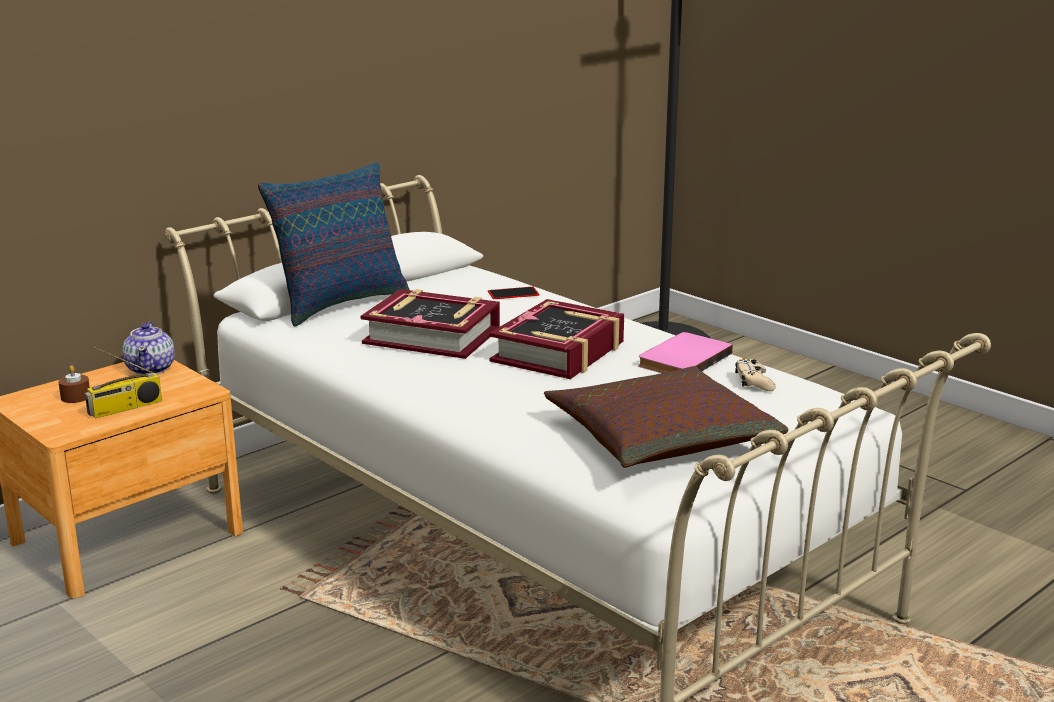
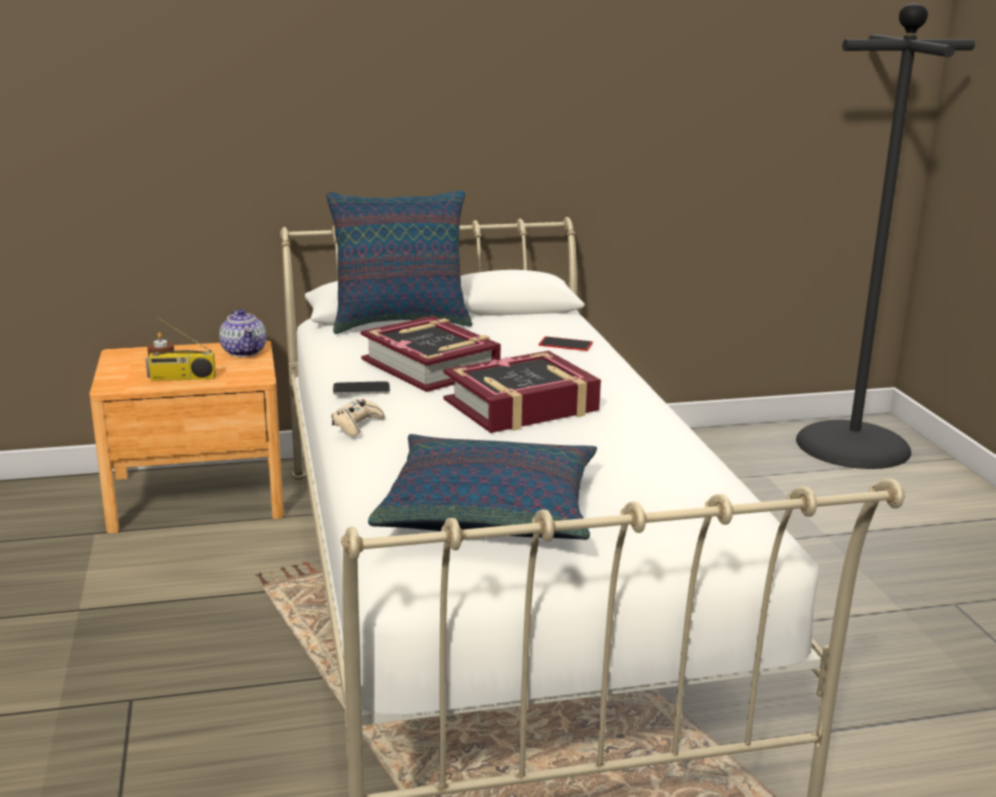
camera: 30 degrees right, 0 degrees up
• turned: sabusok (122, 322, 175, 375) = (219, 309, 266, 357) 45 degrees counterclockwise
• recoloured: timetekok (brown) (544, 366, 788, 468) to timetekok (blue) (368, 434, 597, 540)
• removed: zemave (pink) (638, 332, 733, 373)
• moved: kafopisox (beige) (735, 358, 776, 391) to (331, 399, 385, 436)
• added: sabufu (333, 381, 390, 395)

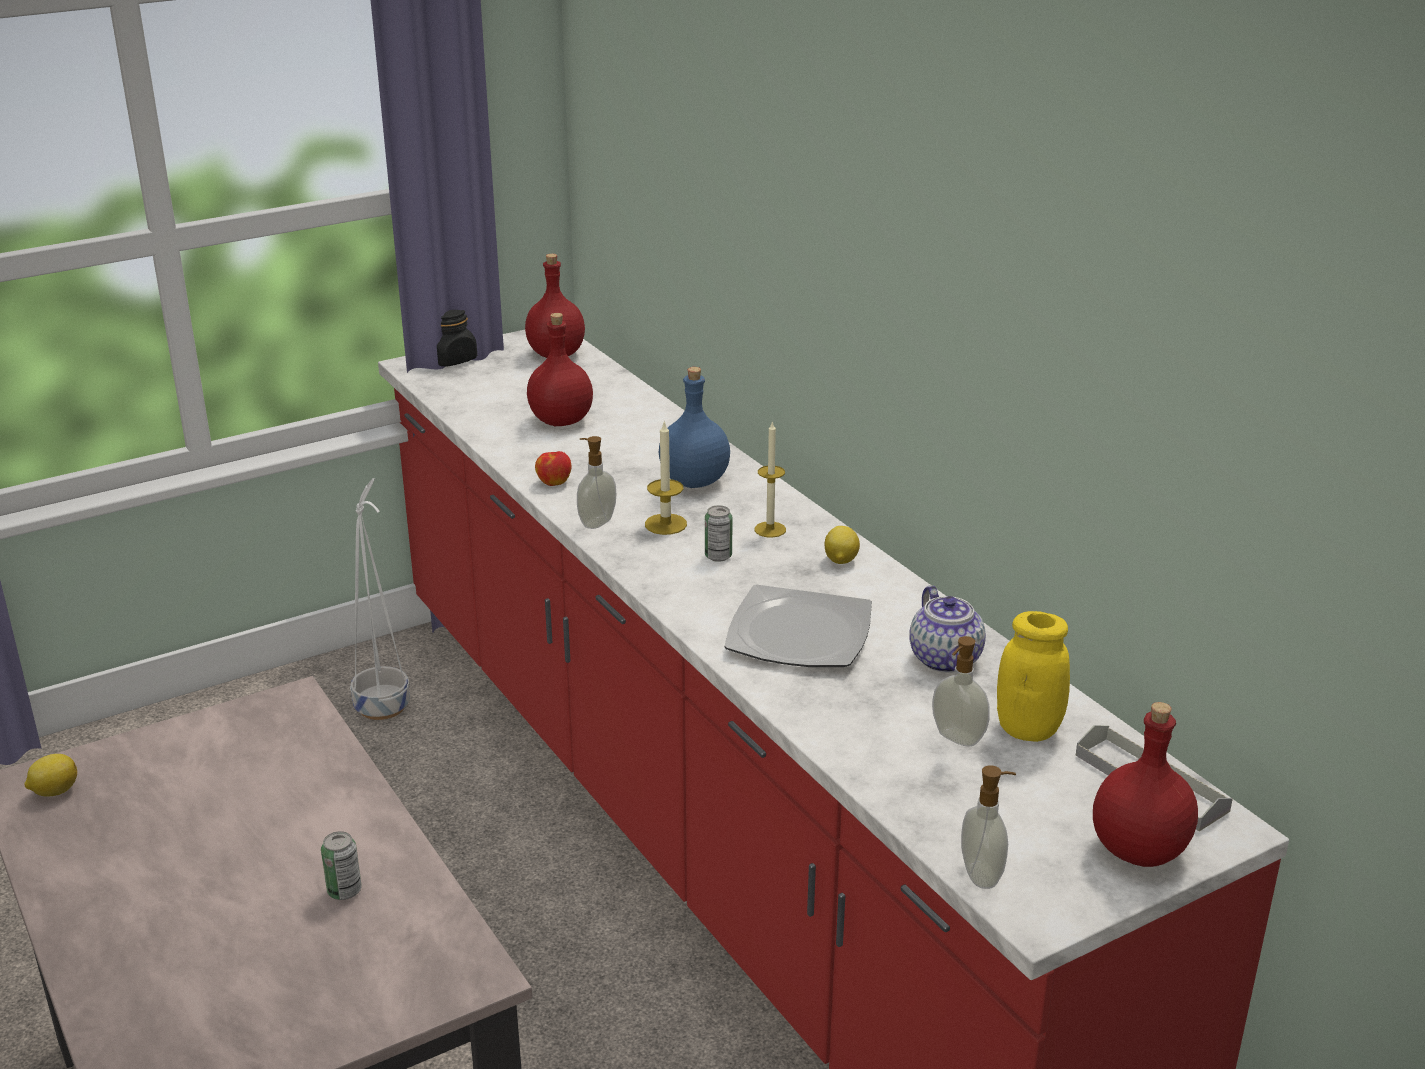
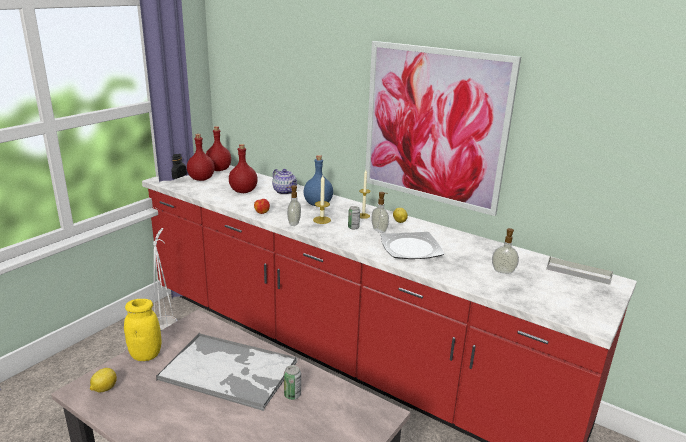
camera: 25 degrees left, 5 degrees down
• moved: sabusok (909, 585, 986, 673) to (272, 169, 297, 195)
• moved: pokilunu (961, 765, 1016, 889) to (371, 192, 389, 233)
• moved: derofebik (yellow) (997, 611, 1070, 742) to (124, 299, 161, 361)
• moved: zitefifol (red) (1093, 702, 1198, 867) to (187, 134, 214, 181)
• added: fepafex (156, 333, 298, 411)
• added: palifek (365, 41, 521, 216)

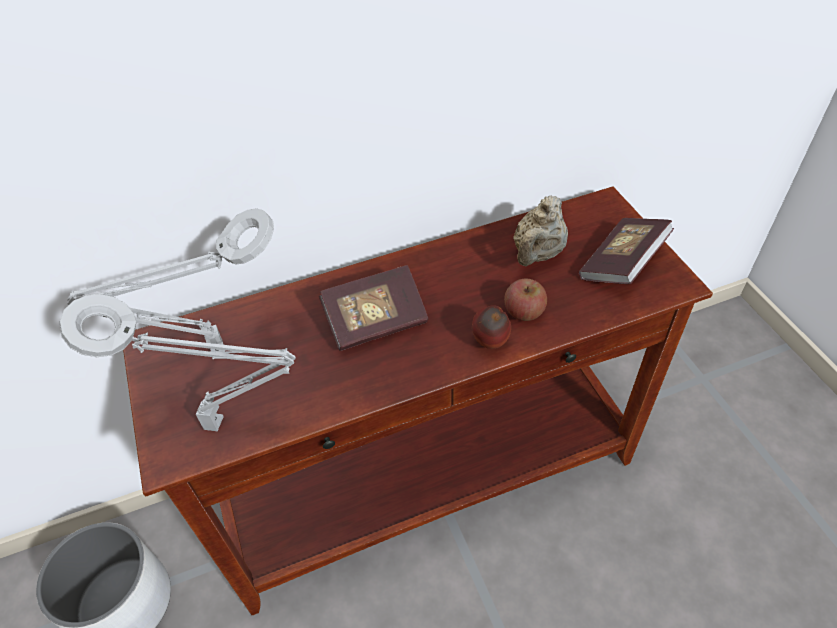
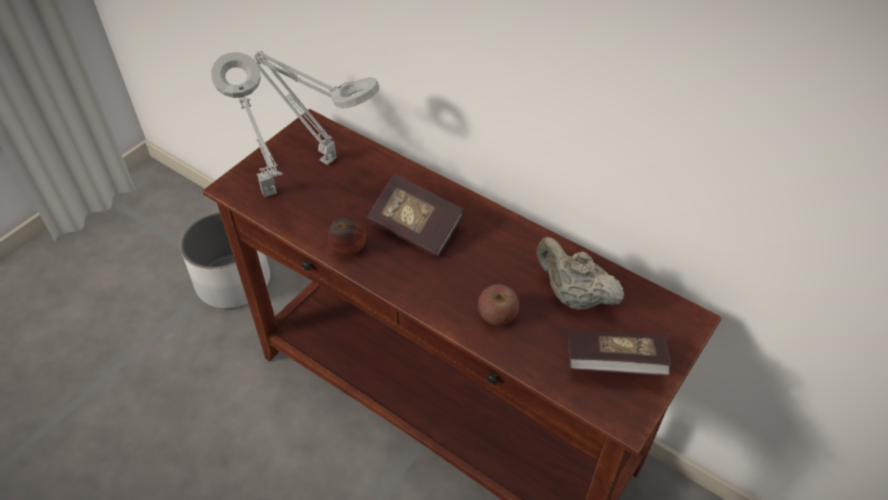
camera: 55 degrees right, 0 degrees up
• moved: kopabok (472, 305, 511, 349) to (328, 218, 366, 255)
• turned: sabusok (beige) (513, 195, 568, 266) = (536, 237, 624, 310) 45 degrees clockwise

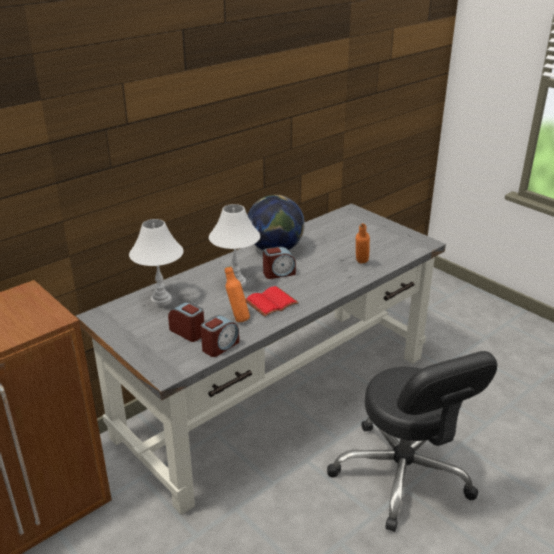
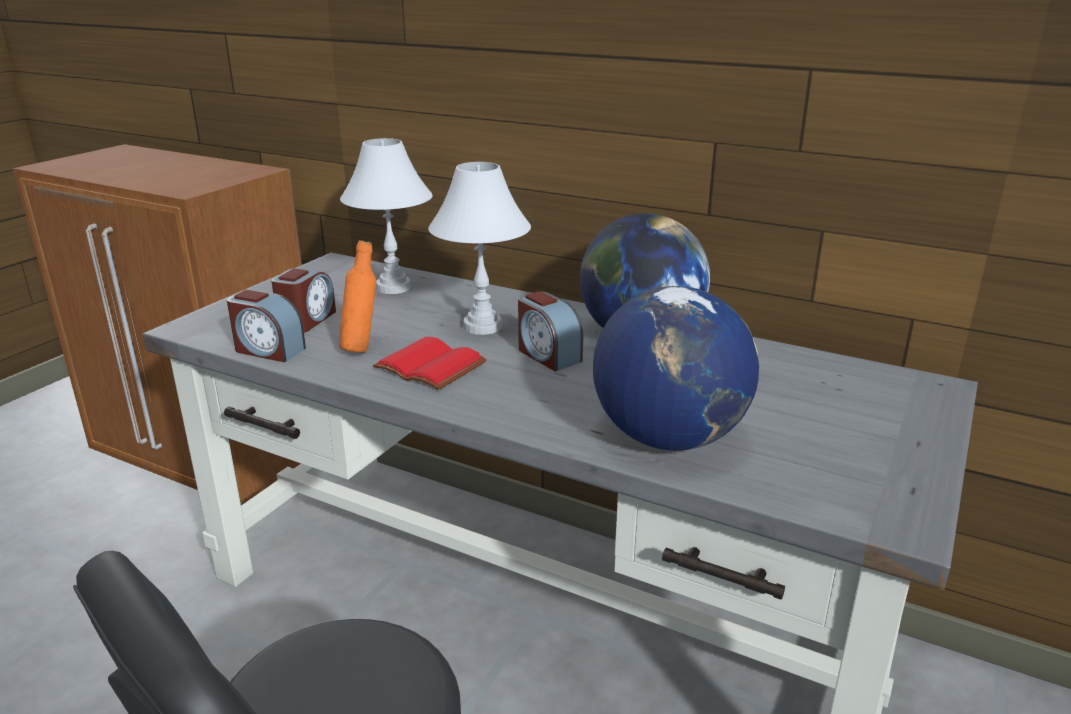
camera: 70 degrees right, 5 degrees down
• replaced: zitefifol (orange) (356, 223, 370, 264) to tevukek (593, 286, 759, 451)

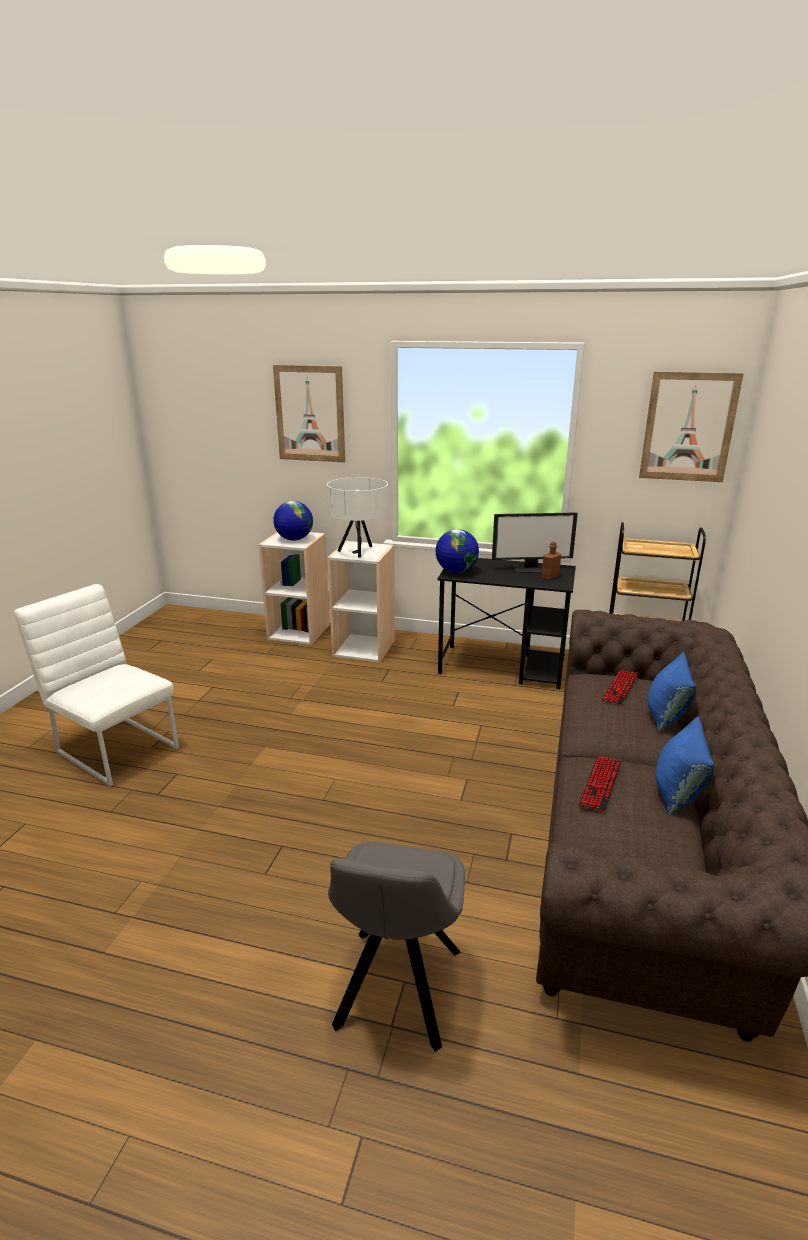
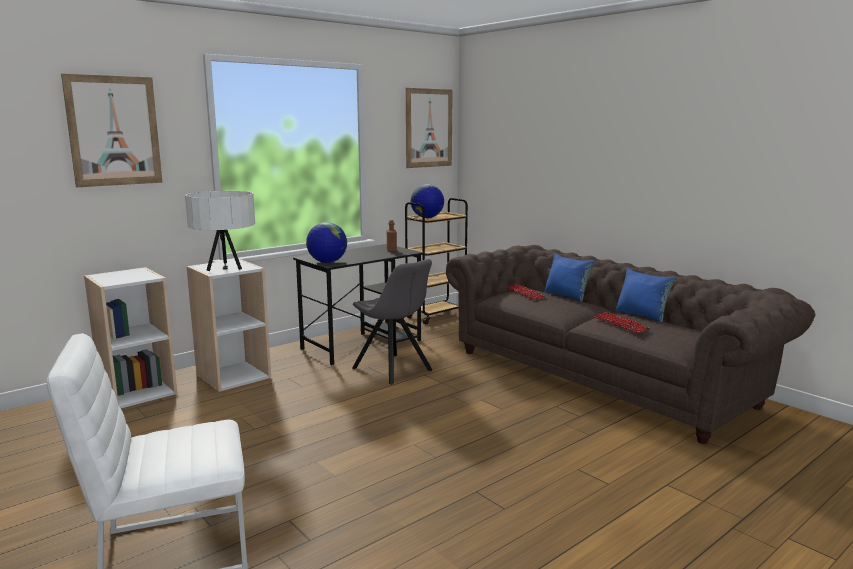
camera: 55 degrees left, 10 degrees down
• moved: tevukek (273, 501, 313, 541) to (411, 184, 444, 218)
• moved: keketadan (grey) (328, 842, 465, 1052) to (352, 259, 432, 385)
• removed: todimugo (492, 512, 578, 573)

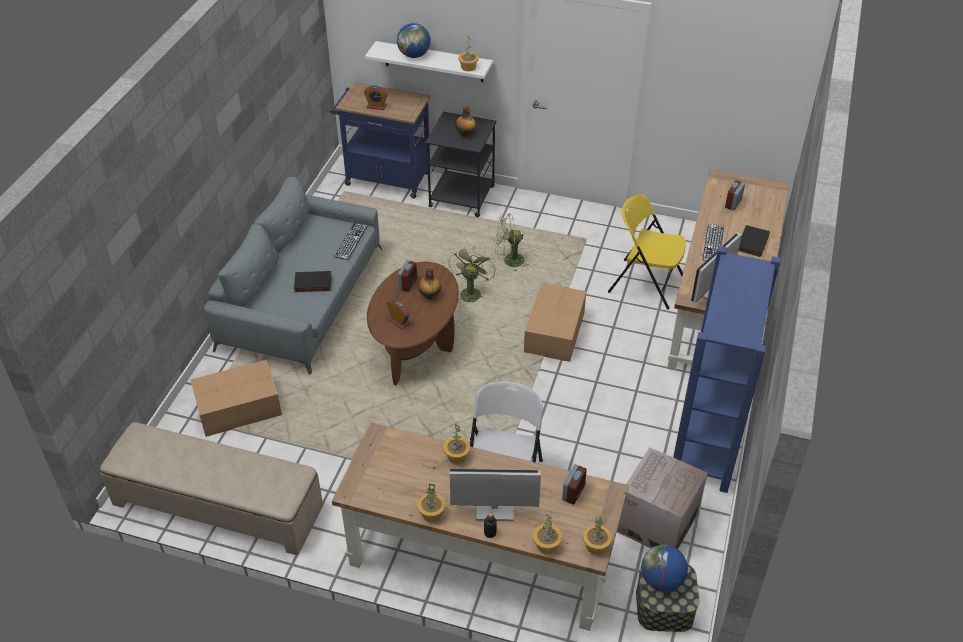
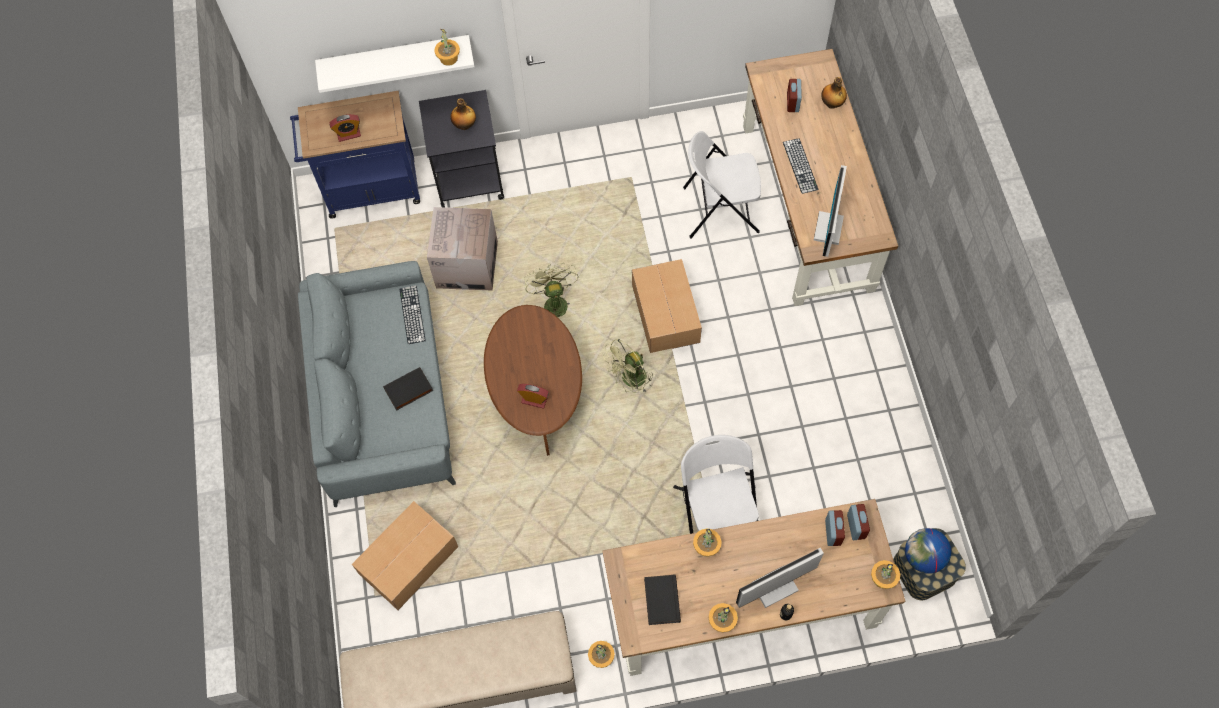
camera: 25 degrees left, 20 degrees up
• removed: tevukek (397, 23, 431, 58)
• moved: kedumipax (398, 260, 417, 292) to (847, 504, 870, 540)
• moved: zitefifol (418, 267, 441, 299) to (821, 77, 847, 109)
• moved: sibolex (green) (494, 214, 529, 272) to (603, 339, 653, 393)
• moved: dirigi (533, 515, 562, 554) to (588, 641, 615, 668)
• recoloured: keketadan (yellow) (608, 195, 686, 310) to keketadan (white) (683, 131, 761, 239)
• moved: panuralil (617, 447, 707, 549) to (427, 207, 498, 291)
• removed: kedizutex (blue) (673, 246, 781, 493)
• moved: zemave (black) (738, 225, 770, 257) to (644, 574, 681, 625)

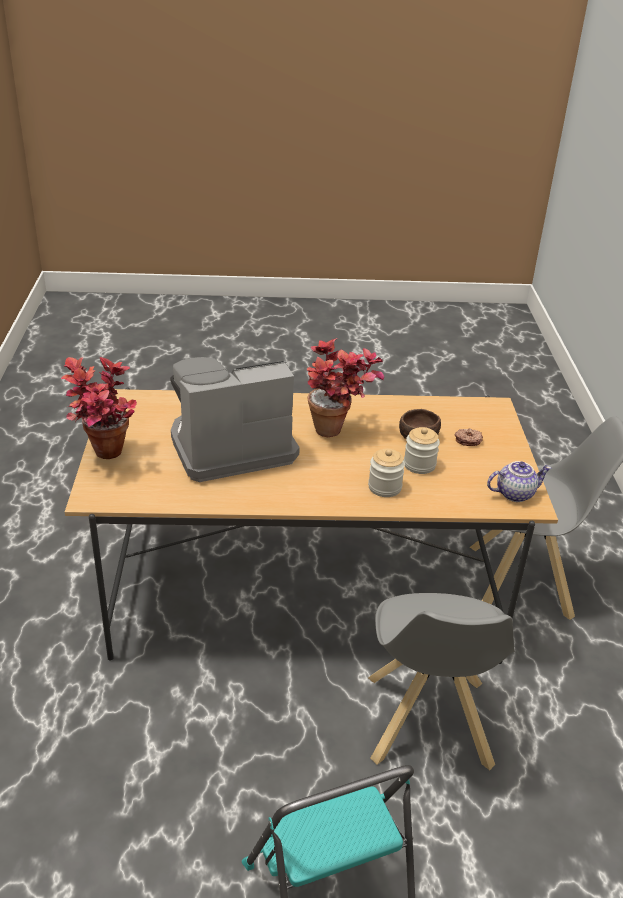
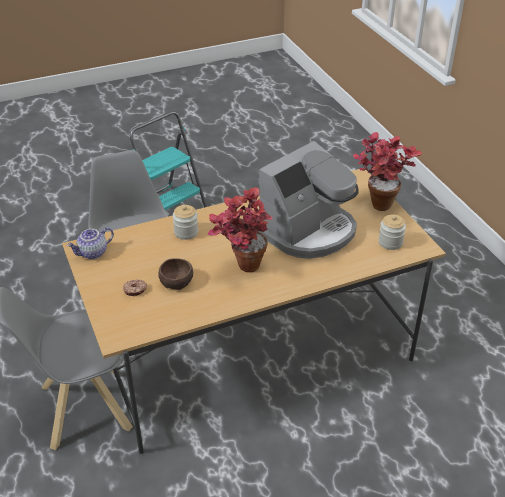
camera: 160 degrees right, 5 degrees up
• moved: derofebik (404, 427, 440, 474) to (378, 215, 406, 250)

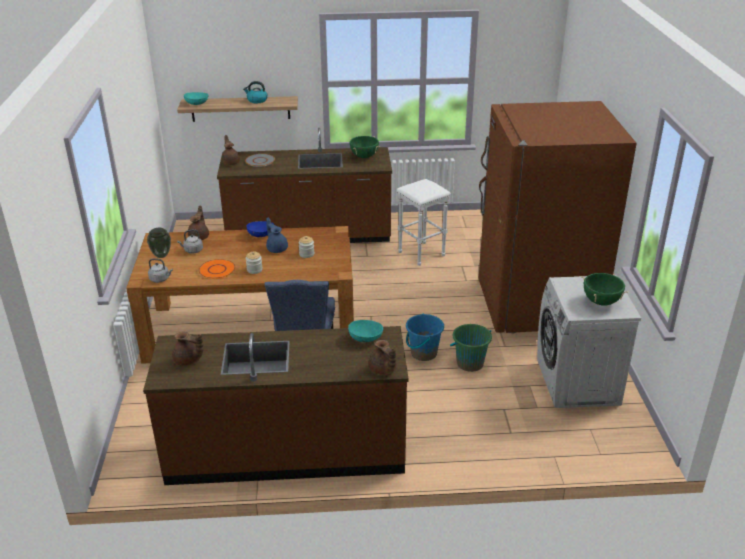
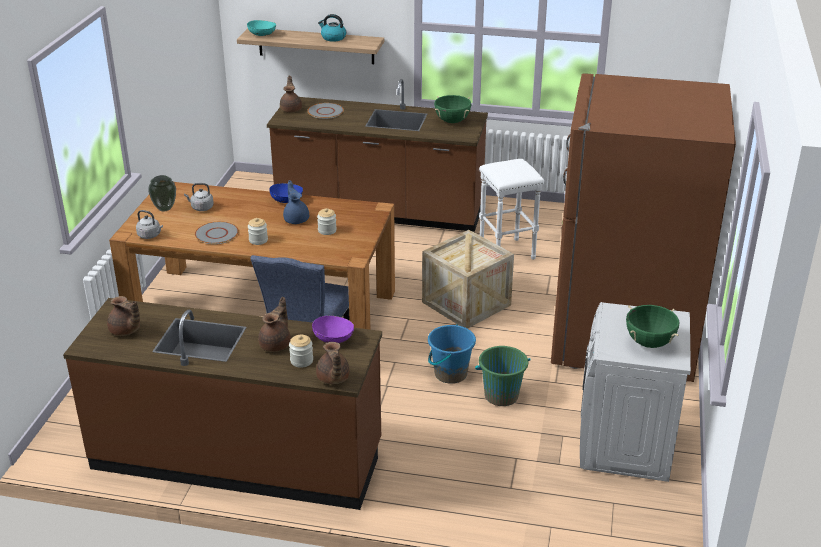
camera: 15 degrees right, 0 degrees up
• moved: sabusok (brown) (188, 206, 209, 240) to (258, 297, 291, 352)
• recoloured: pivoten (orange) (198, 259, 235, 279) to pivoten (grey) (195, 221, 239, 244)
• recoloured: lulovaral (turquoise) (348, 320, 383, 342) to lulovaral (purple) (312, 316, 354, 343)
• added: derofebik (289, 335, 313, 368)
• added: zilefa (422, 230, 514, 329)

